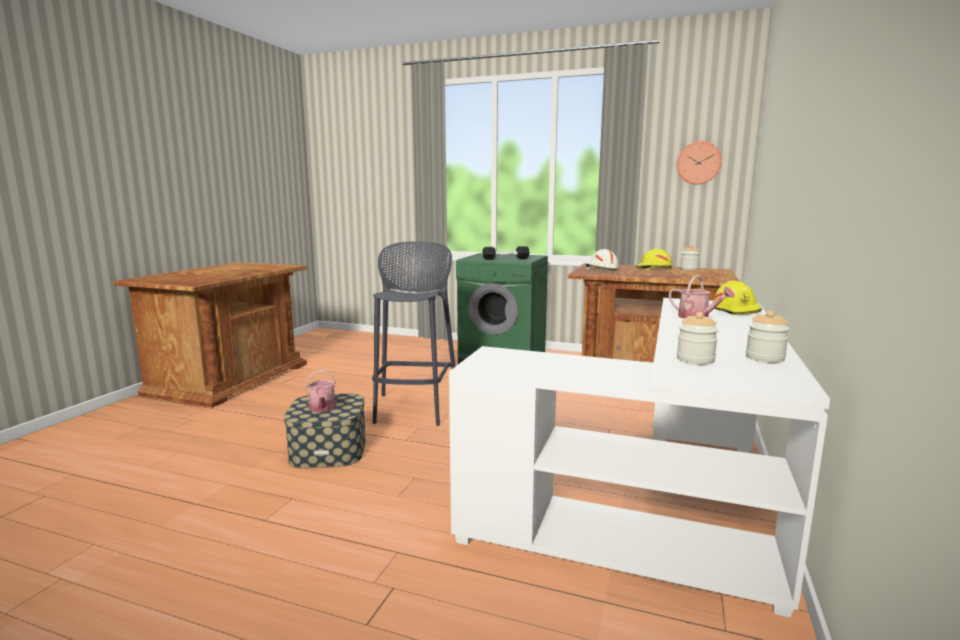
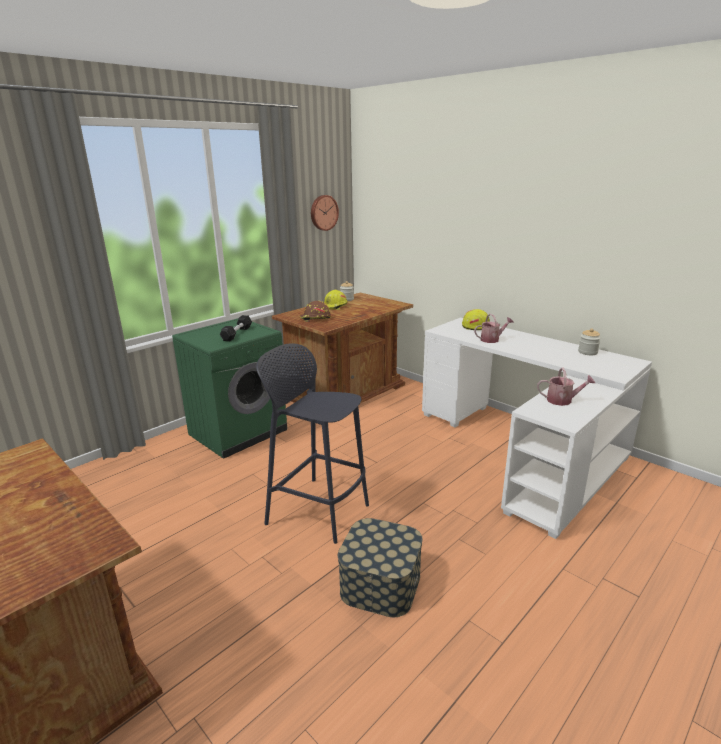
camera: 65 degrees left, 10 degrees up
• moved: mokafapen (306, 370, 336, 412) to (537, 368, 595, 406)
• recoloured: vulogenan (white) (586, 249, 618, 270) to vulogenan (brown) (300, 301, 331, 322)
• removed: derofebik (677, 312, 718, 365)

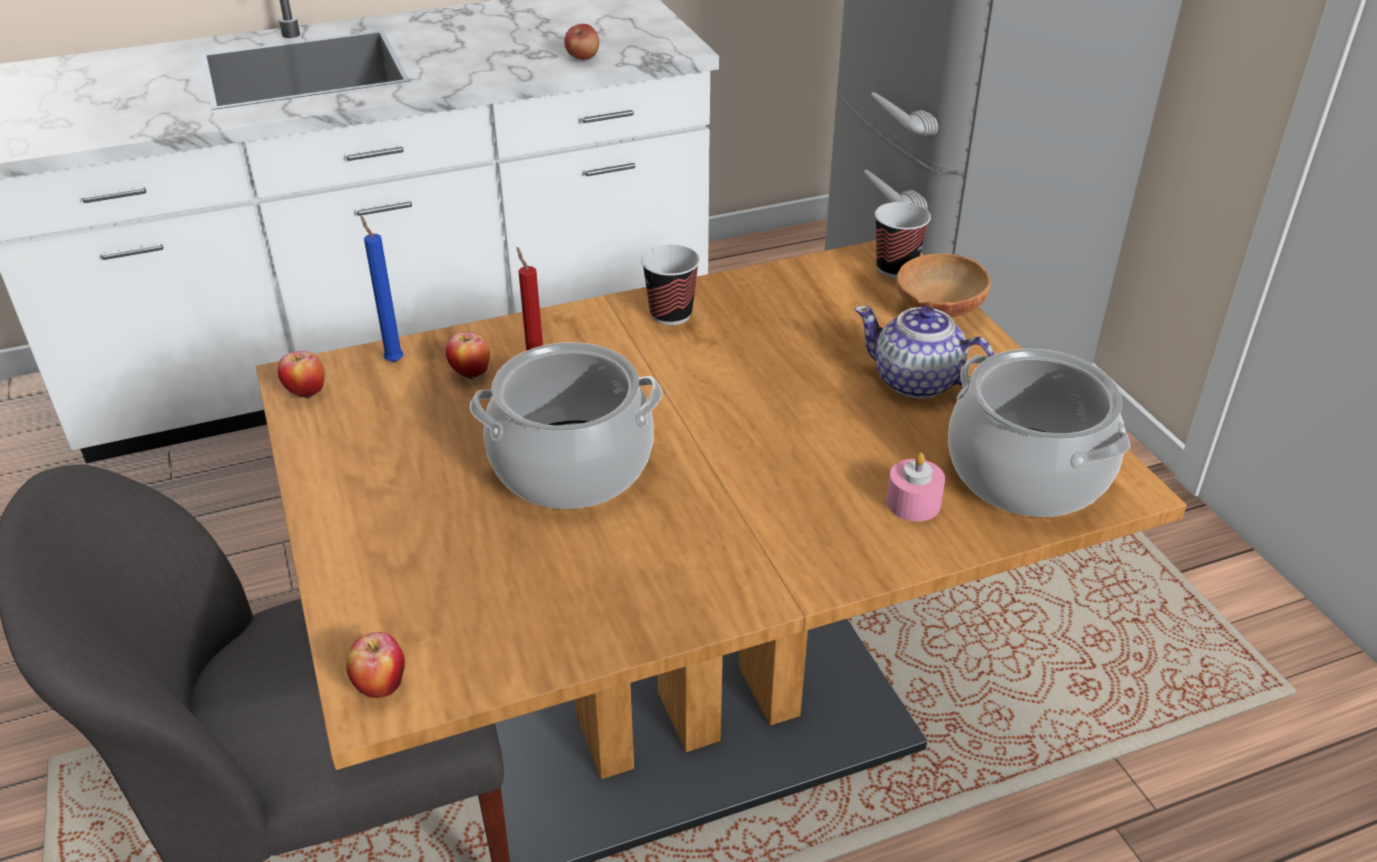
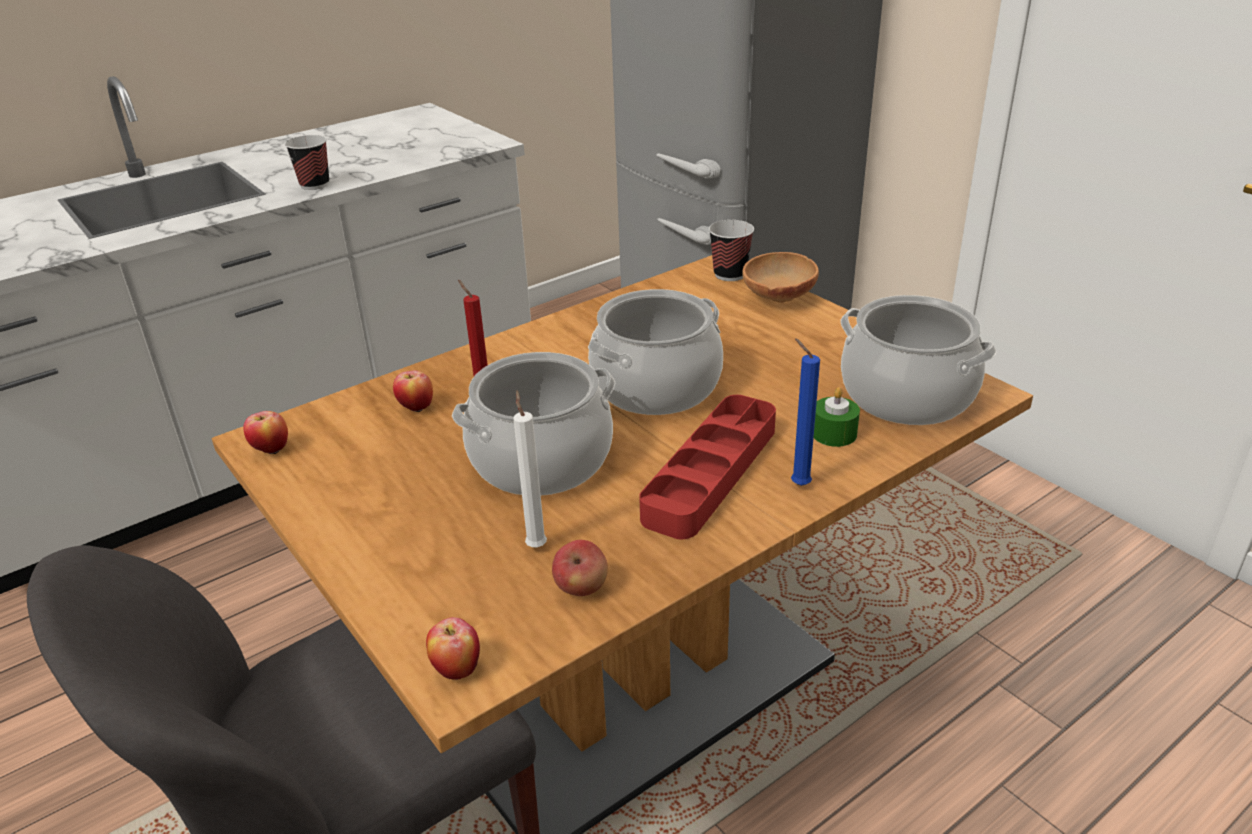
camera: 15 degrees left, 5 degrees down
• moved: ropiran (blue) (361, 216, 404, 362) to (791, 338, 820, 486)
• moved: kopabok (564, 24, 599, 60) to (552, 540, 608, 596)
• moved: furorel (641, 245, 700, 325) to (285, 135, 329, 190)
• removed: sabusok (854, 306, 995, 399)
• recoloured: ropiran (pink) (886, 453, 945, 522) to ropiran (green) (814, 387, 860, 447)
• added: ropiran (white) (513, 391, 547, 548)
• added: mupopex (588, 289, 723, 415)
• added: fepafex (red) (639, 395, 776, 539)

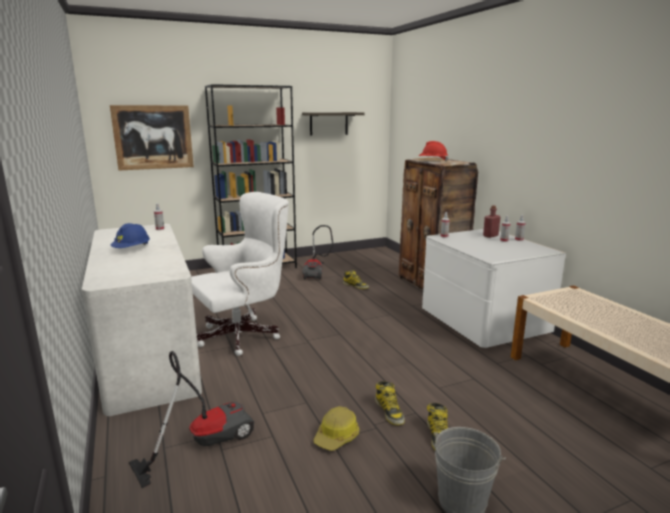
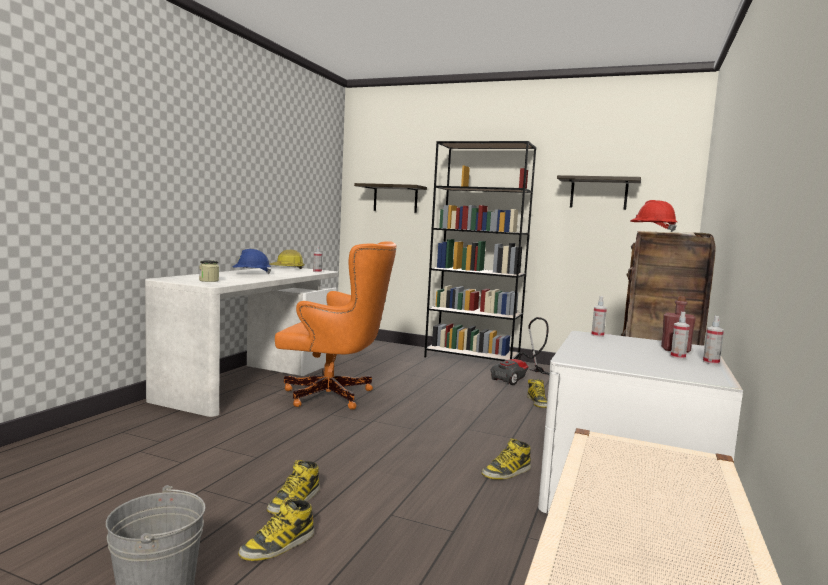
camera: 45 degrees right, 10 degrees down
• replaced: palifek (110, 105, 194, 171) to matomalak (354, 183, 427, 213)
• removed: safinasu (129, 351, 254, 488)
• recoloured: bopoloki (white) (191, 192, 289, 356) to bopoloki (orange) (275, 241, 397, 410)
• moved: vulogenan (313, 406, 359, 451) to (269, 250, 305, 269)
• added: derofebik (199, 260, 219, 282)
• added: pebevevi (482, 438, 531, 480)

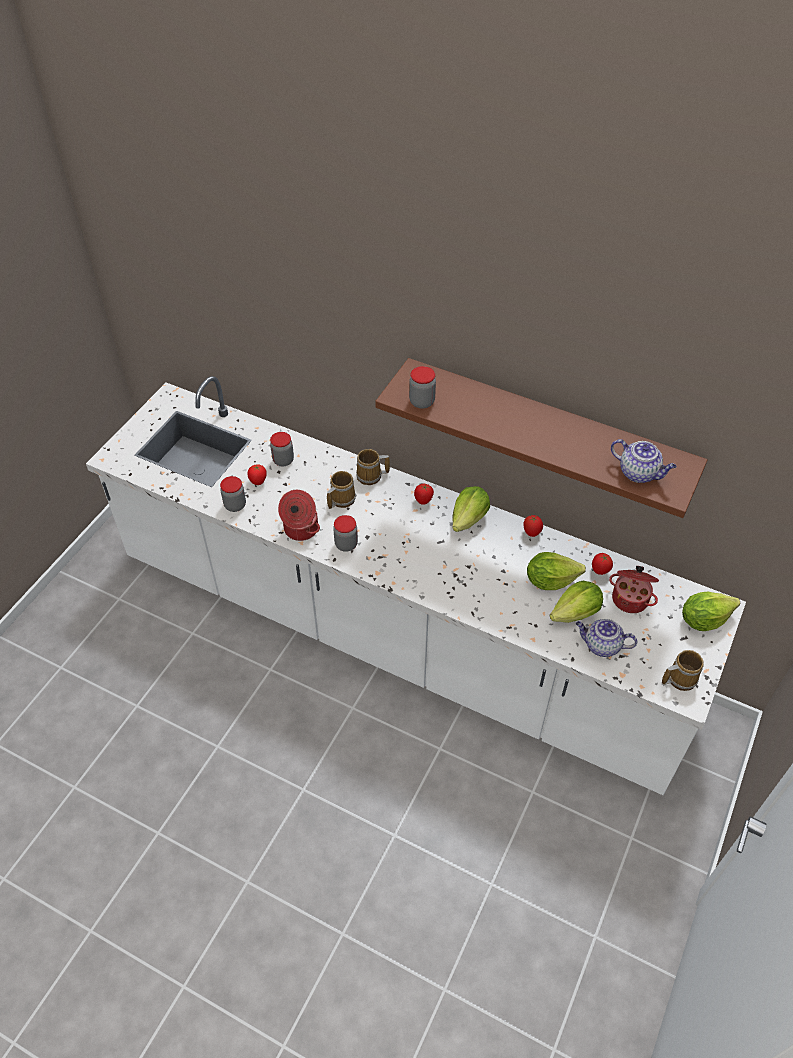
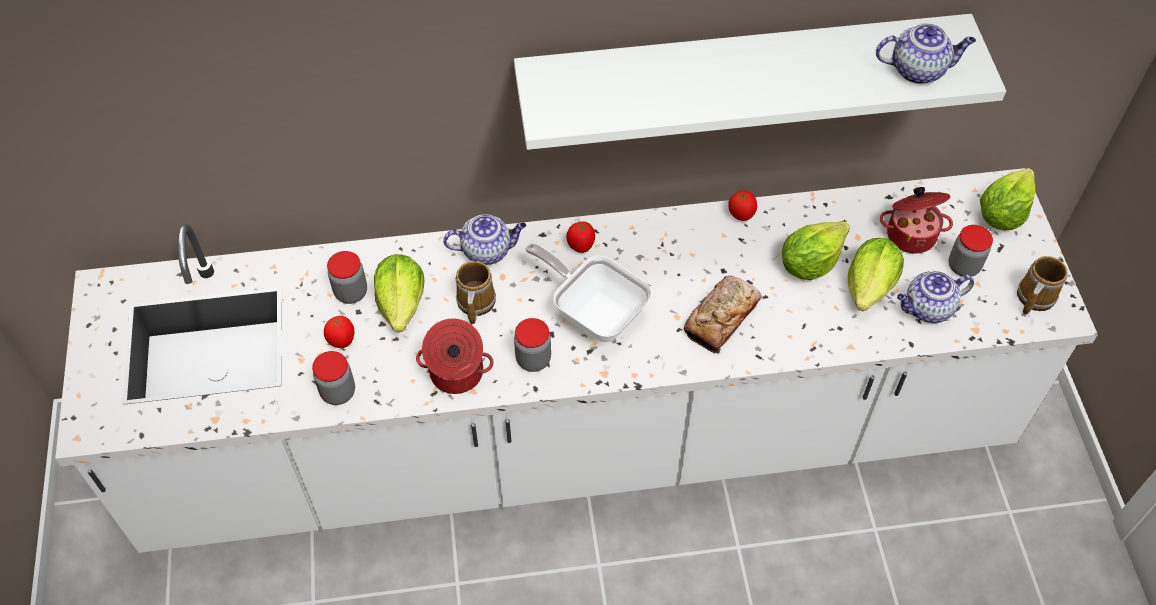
camera: 35 degrees left, 5 degrees up
• replaced: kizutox (356, 449, 390, 485) to sabusok (443, 214, 526, 265)
• recoloured: matomalak (brown) (375, 358, 708, 518) to matomalak (white) (514, 14, 1006, 150)
• moved: derofebik (409, 366, 436, 409) to (949, 225, 993, 277)
• moved: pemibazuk (452, 486, 490, 532) to (374, 254, 424, 332)
• removed: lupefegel (592, 553, 613, 575)
• added: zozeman (525, 243, 652, 342)
• added: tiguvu (684, 276, 762, 353)

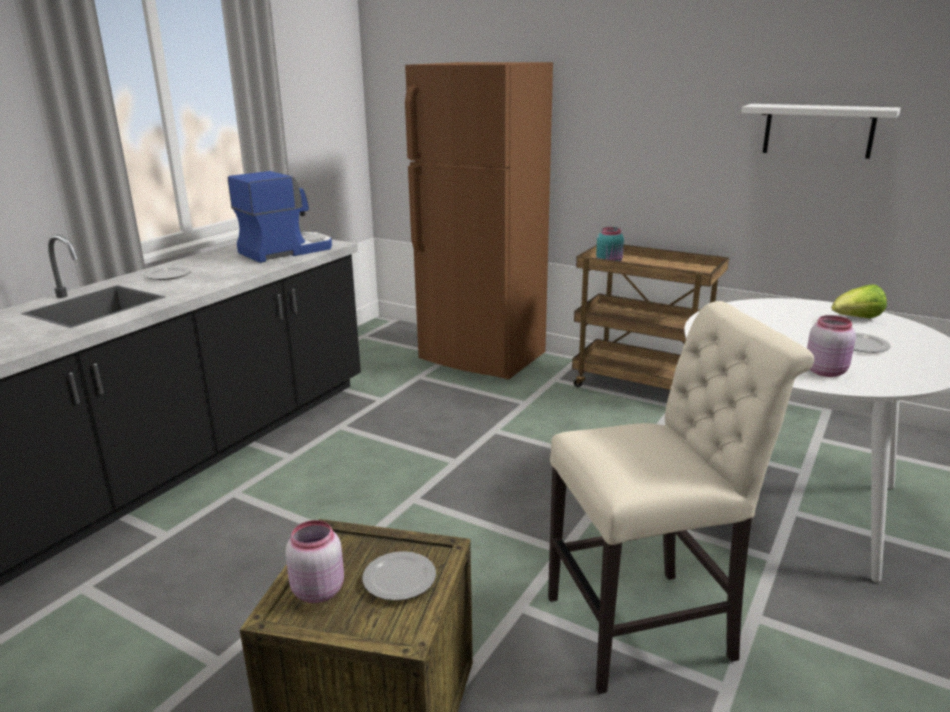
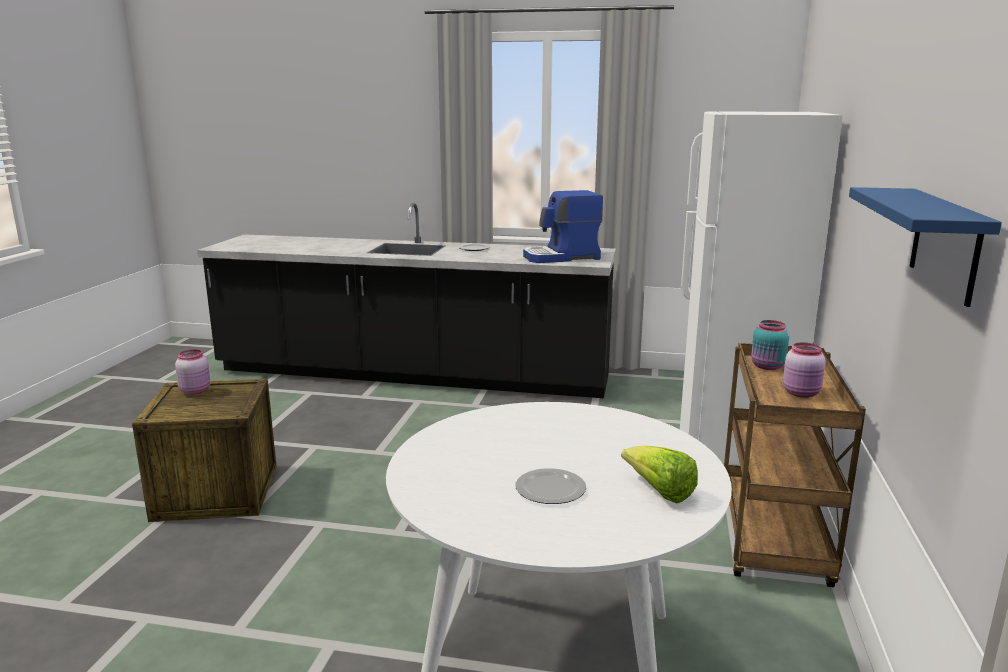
camera: 70 degrees right, 5 degrees down
• turned: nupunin (228, 171, 332, 263) = (523, 190, 603, 263) 135 degrees clockwise
• removed: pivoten (362, 551, 436, 601)
• recoloured: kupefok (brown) (405, 62, 553, 379) to kupefok (white) (680, 111, 843, 465)
• removed: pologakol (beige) (548, 301, 814, 694)
• recoloured: matomalak (white) (741, 104, 901, 159) to matomalak (blue) (849, 187, 1002, 307)
• moved: derofebik (pink) (807, 315, 856, 377) to (783, 342, 826, 398)

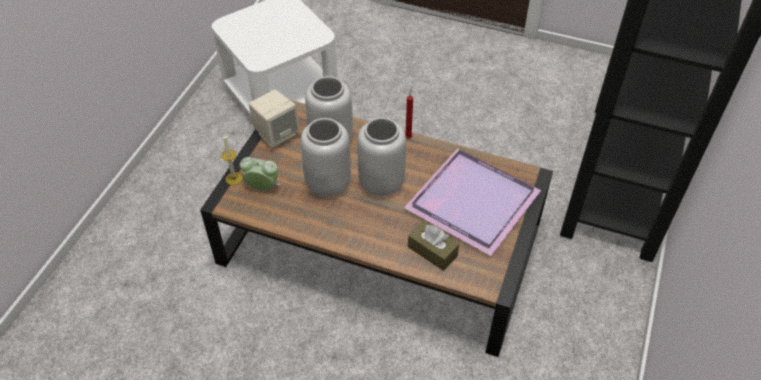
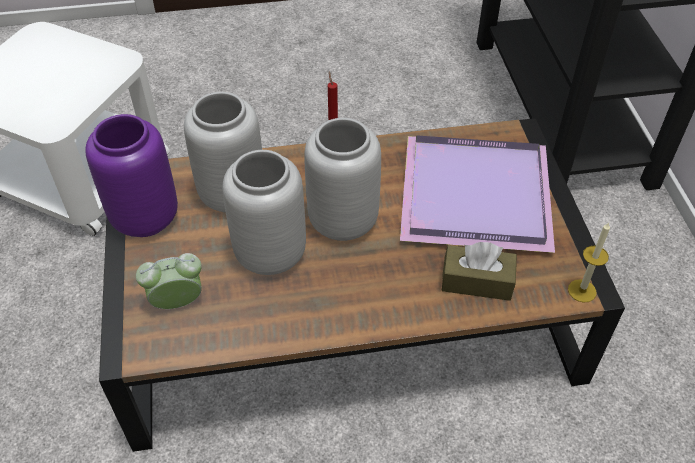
camera: 30 degrees left, 0 degrees up
• moved: ropiran (221, 134, 243, 185) to (568, 222, 610, 303)
• replaced: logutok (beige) (249, 89, 300, 148) to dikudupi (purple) (85, 114, 178, 237)

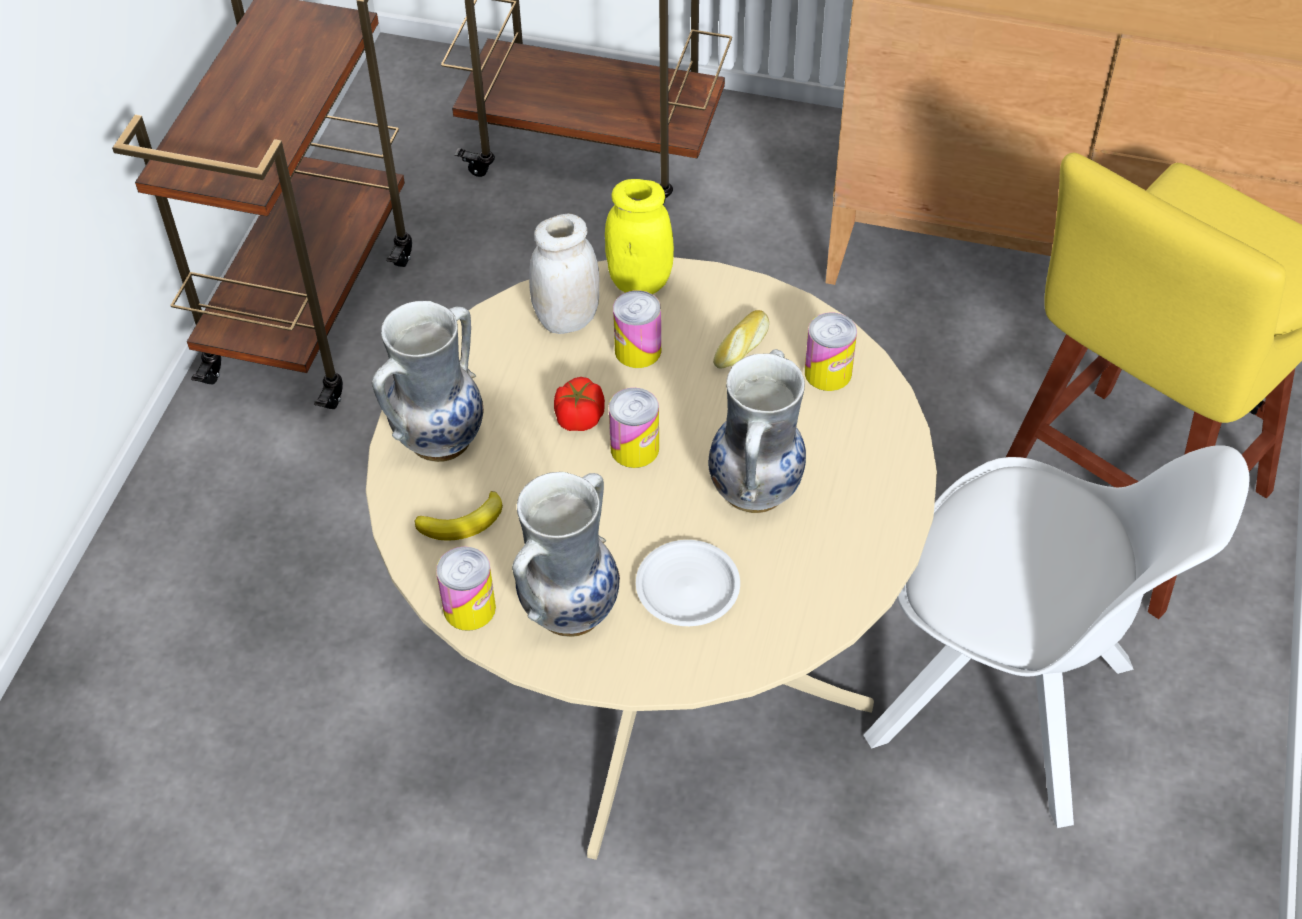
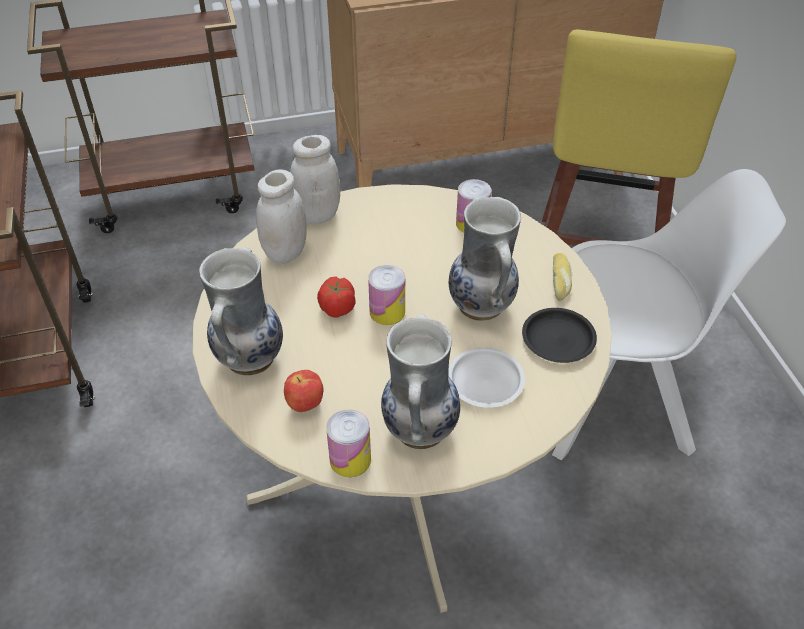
camera: 30 degrees left, 5 degrees down
• replaced: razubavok (415, 491, 503, 541) to kopabok (284, 370, 323, 412)
• recoloured: derofebik (yellow) (605, 179, 674, 294) to derofebik (white) (290, 135, 340, 224)
• removed: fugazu (613, 290, 661, 368)
• moved: tiguvu (713, 310, 769, 369) to (553, 253, 572, 301)
• added: pivoten (black) (522, 308, 597, 363)

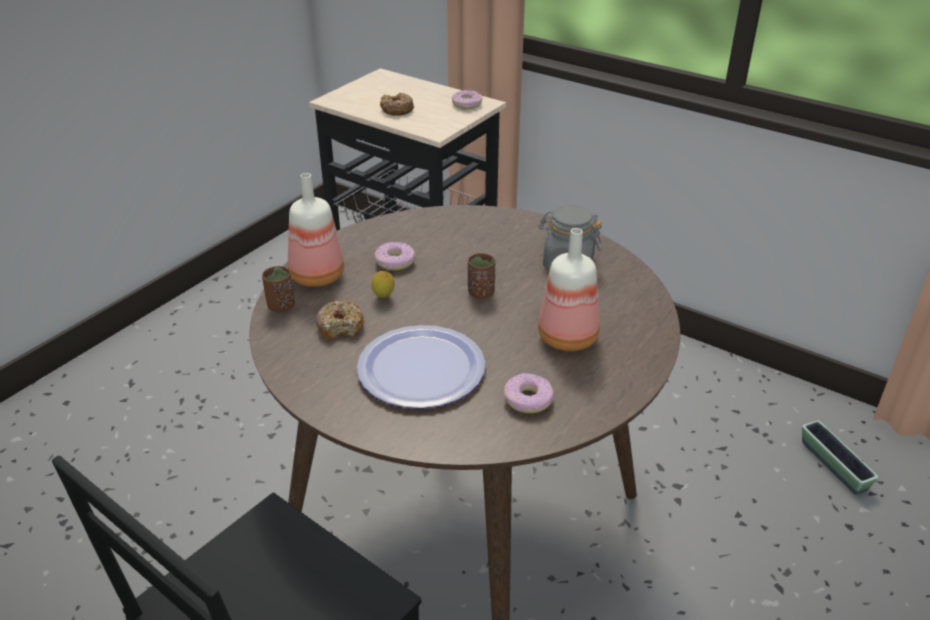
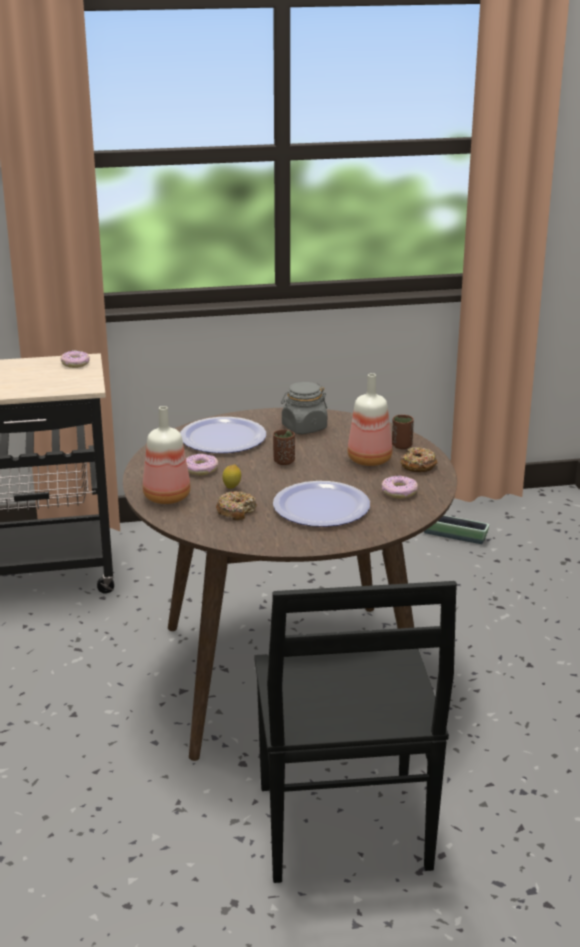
camera: 45 degrees left, 10 degrees down
• moved: furorel (brown) (262, 266, 295, 312) to (392, 415, 414, 449)
• moved: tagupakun (380, 93, 414, 116) to (400, 447, 437, 472)
• added: pivoten (180, 417, 266, 453)

